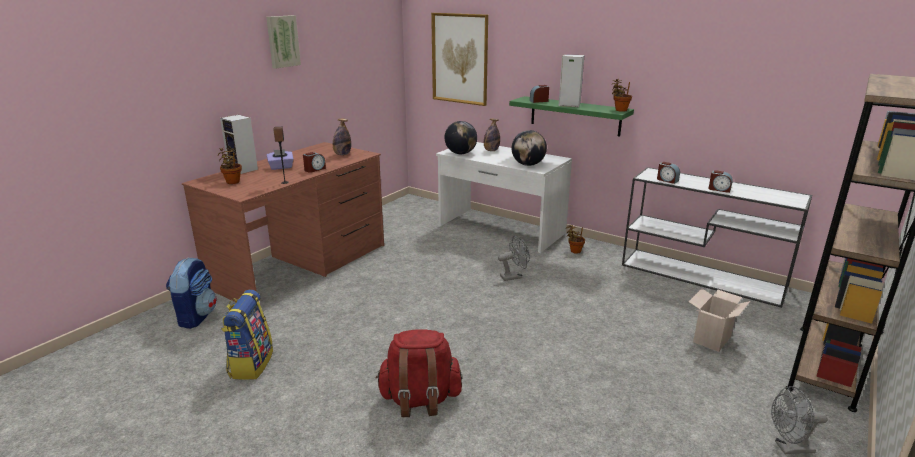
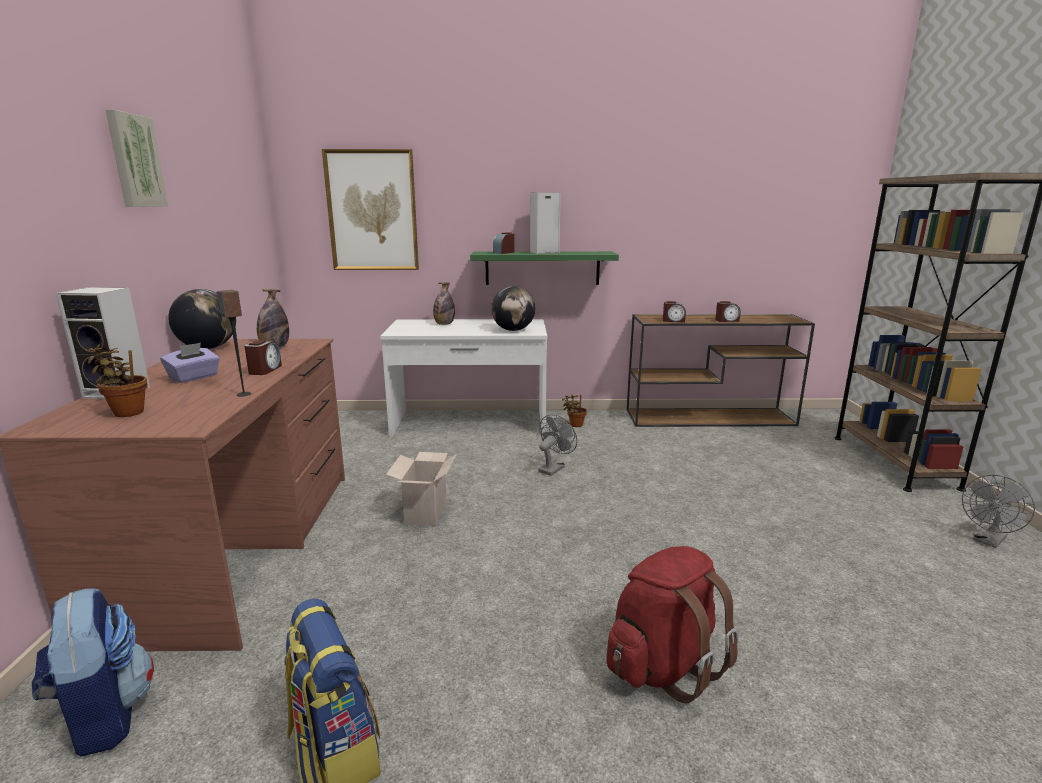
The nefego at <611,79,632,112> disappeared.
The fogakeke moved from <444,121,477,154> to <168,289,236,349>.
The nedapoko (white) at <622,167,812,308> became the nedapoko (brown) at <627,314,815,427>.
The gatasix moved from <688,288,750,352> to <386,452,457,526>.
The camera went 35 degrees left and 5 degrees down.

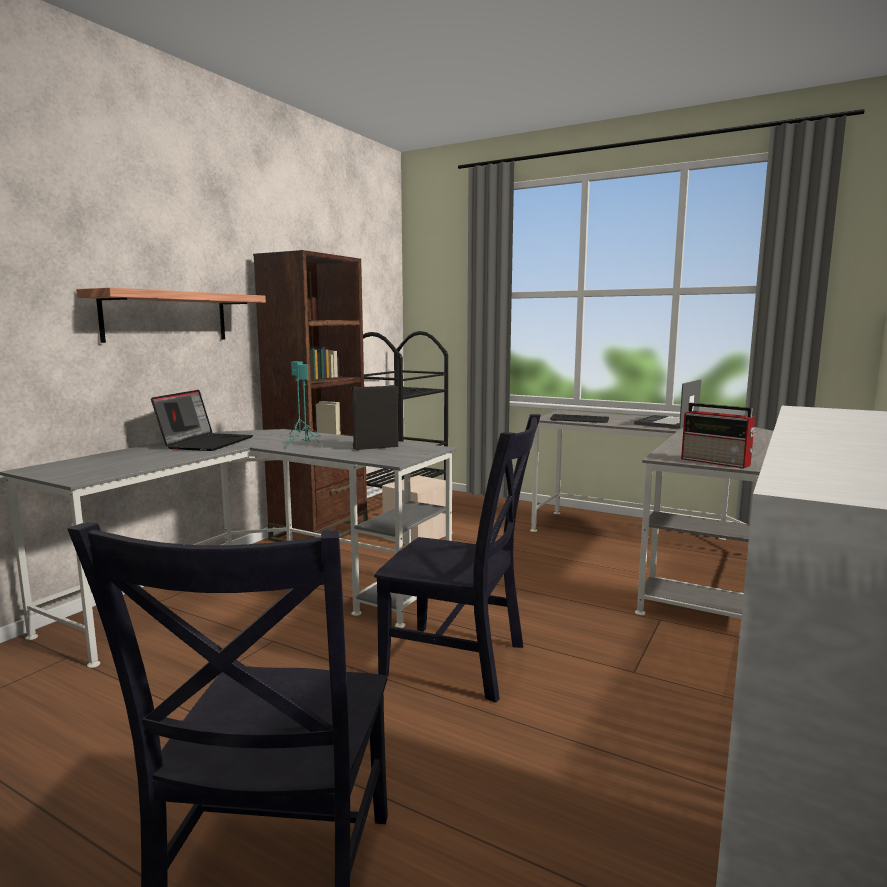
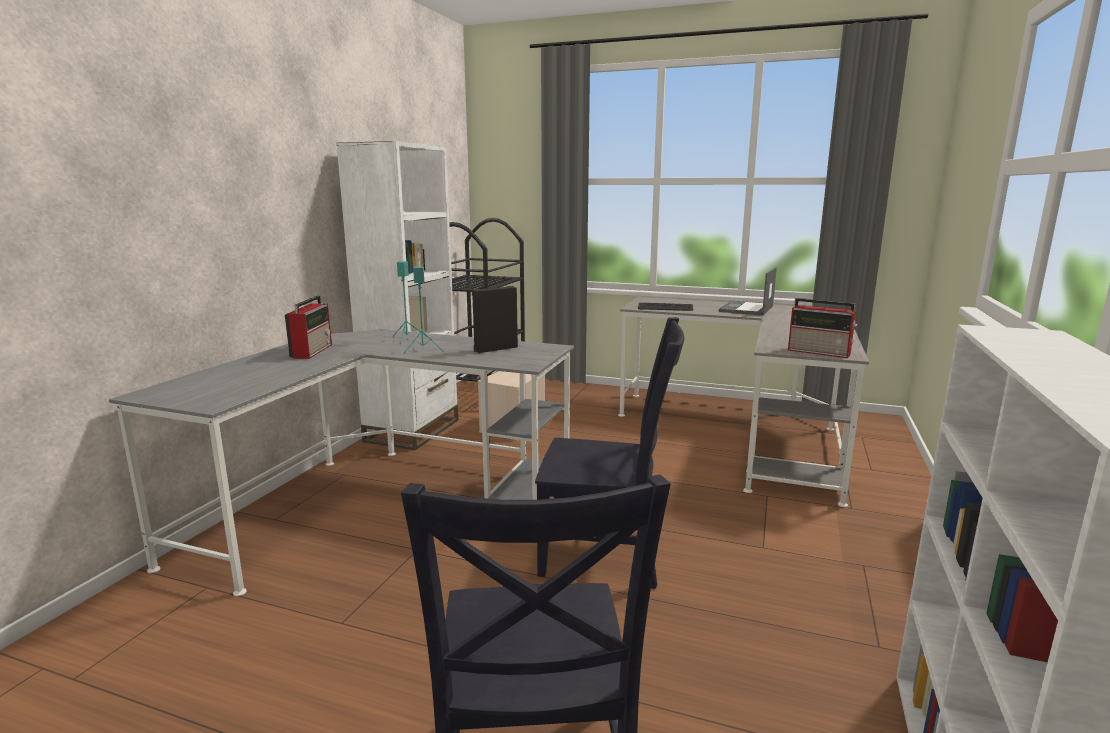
The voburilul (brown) at <253,250,368,542> became the voburilul (white) at <336,141,458,450>.
The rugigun at <76,287,266,343> disappeared.
The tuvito at <151,390,253,451> was replaced by the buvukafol at <285,295,332,359>.
The camera went 10 degrees left and 5 degrees up.

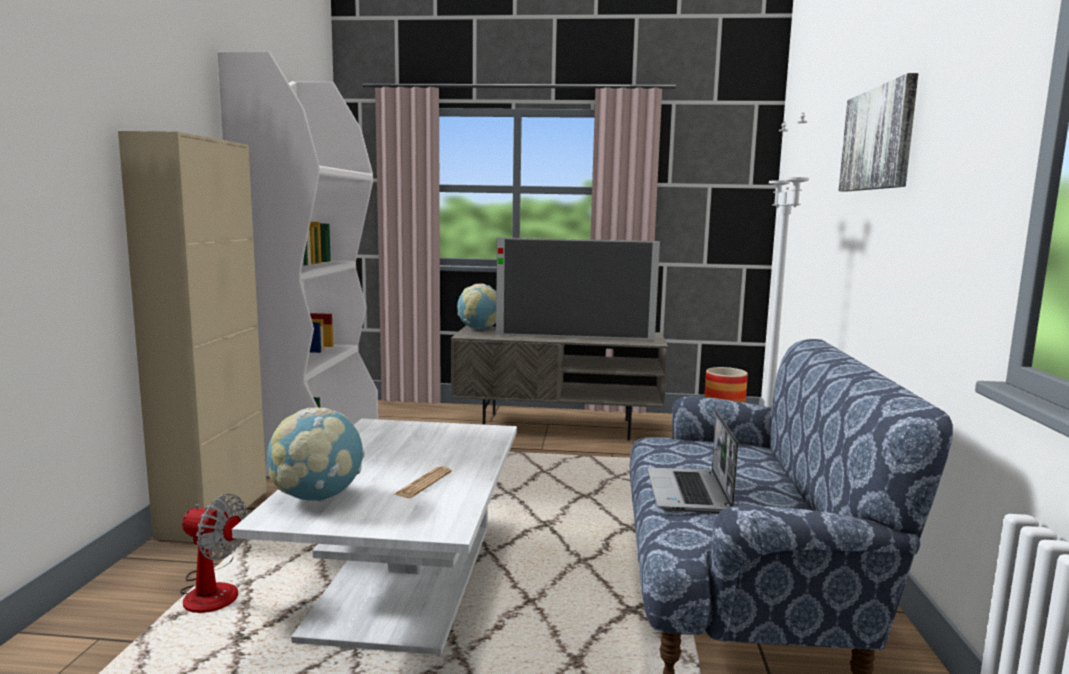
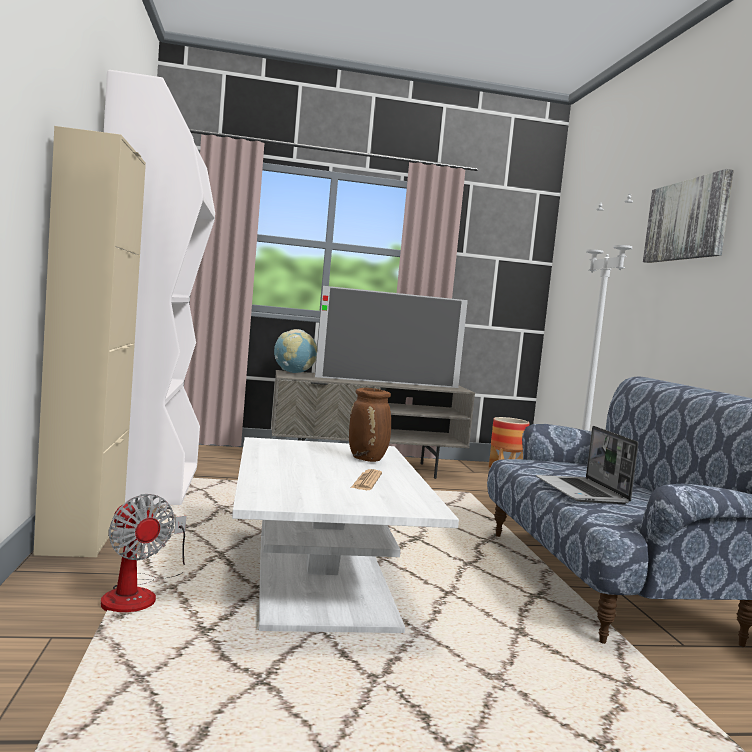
The fogakeke at <267,407,365,501> disappeared.
The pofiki at <180,494,248,613> turned 45 degrees clockwise.
The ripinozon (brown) at <349,388,391,462> appeared.
The camera went 15 degrees left and 5 degrees down.

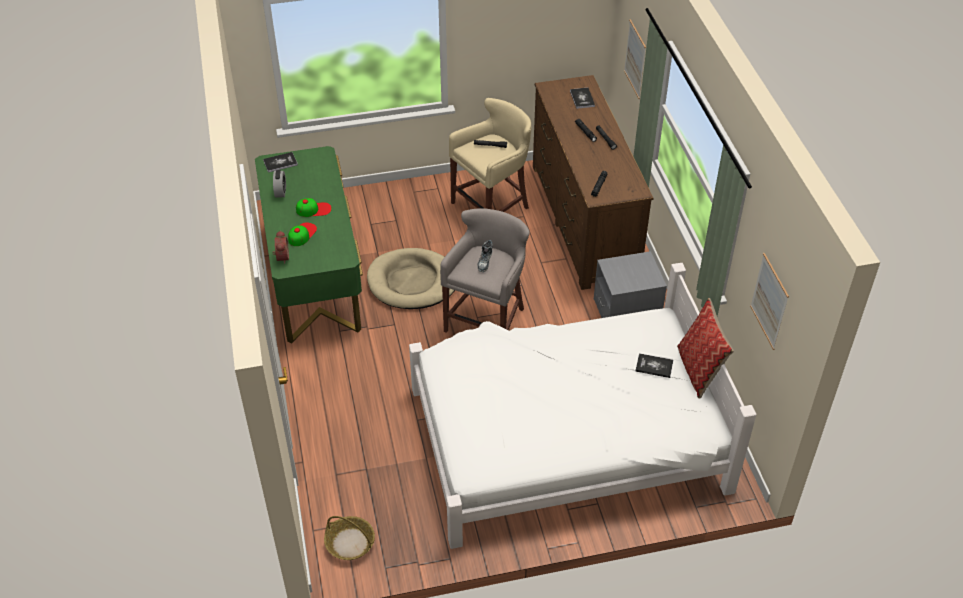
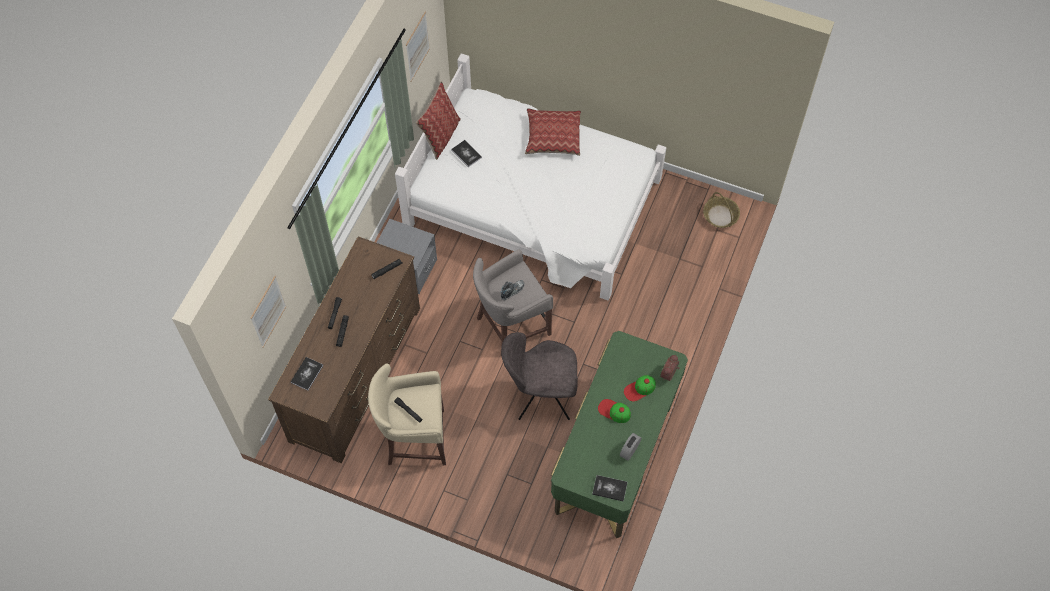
The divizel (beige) at <367,248,455,309> was replaced by the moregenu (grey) at <501,332,578,420>.
The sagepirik at <525,108,581,156> appeared.
The camera went 145 degrees left and 15 degrees up.

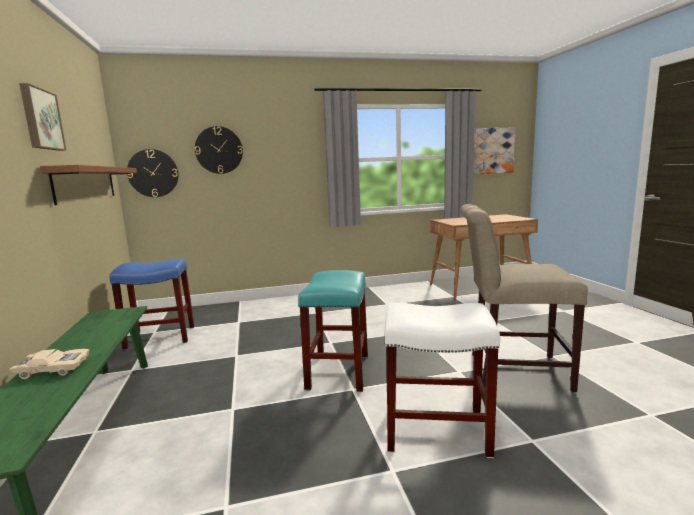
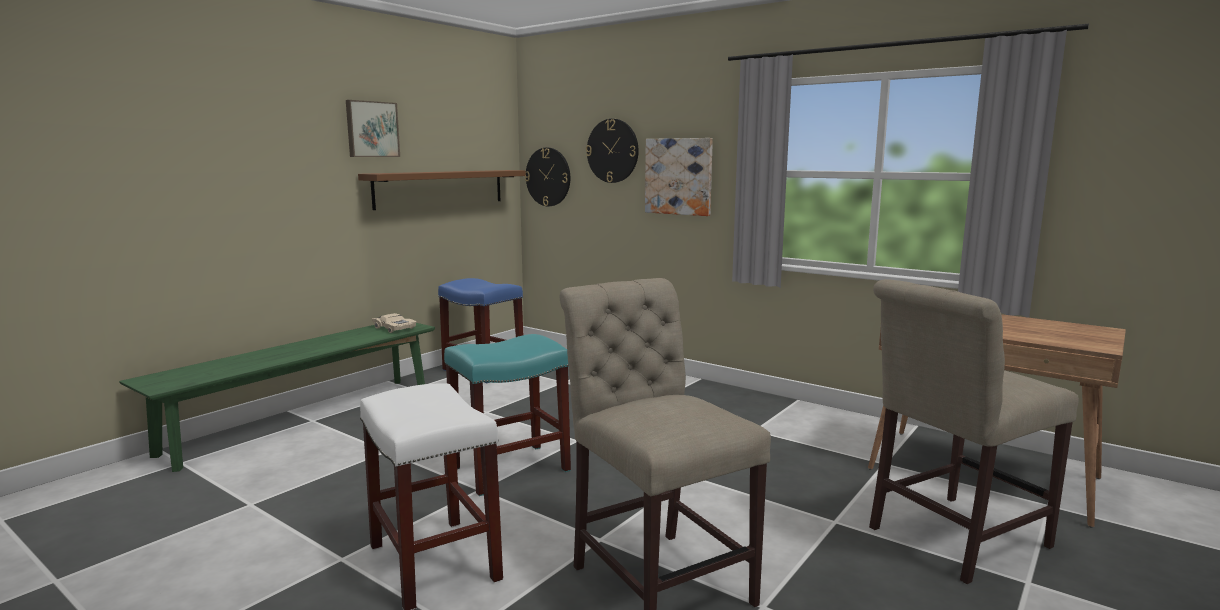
The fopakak moved from <473,128,516,174> to <645,138,713,216>.
The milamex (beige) moved from <9,349,89,379> to <372,313,416,333>.
The moregenu (beige) at <869,279,1079,584> appeared.
The camera went 50 degrees right and 0 degrees up.

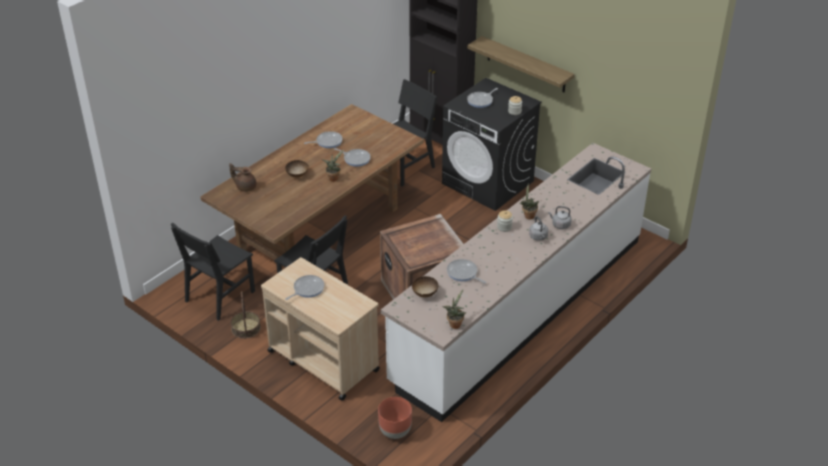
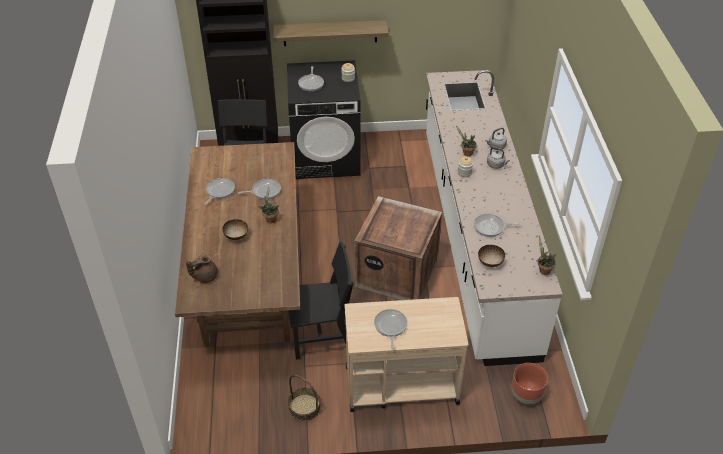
The moregenu (black) at <171,222,255,321> disappeared.
The camera went 45 degrees left and 5 degrees up.

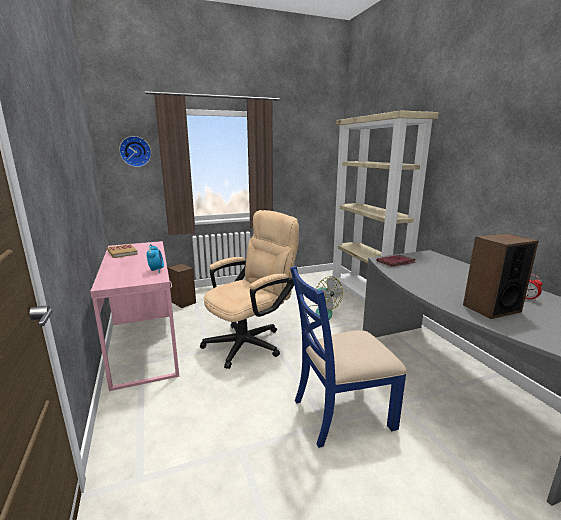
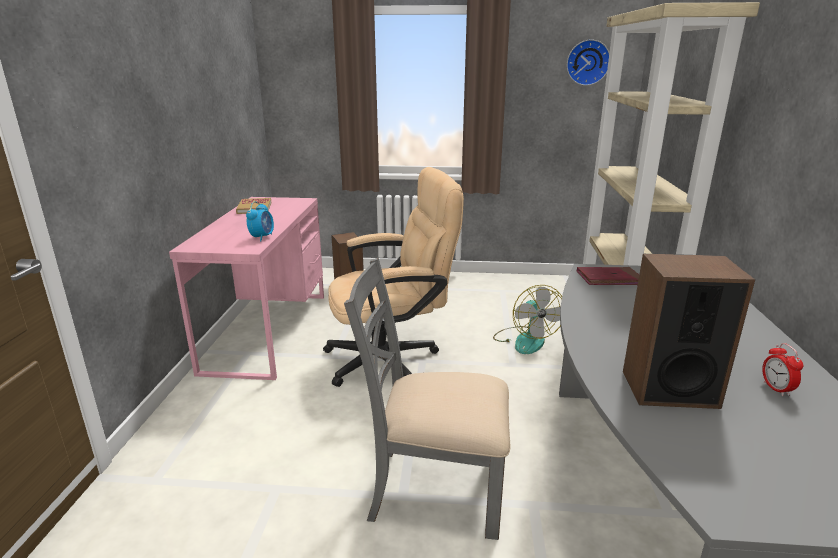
The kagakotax moved from <119,136,151,167> to <567,39,609,86>.
The moregenu (blue) at <290,266,407,448> became the moregenu (grey) at <344,258,510,540>.
The camera went 25 degrees right and 5 degrees up.

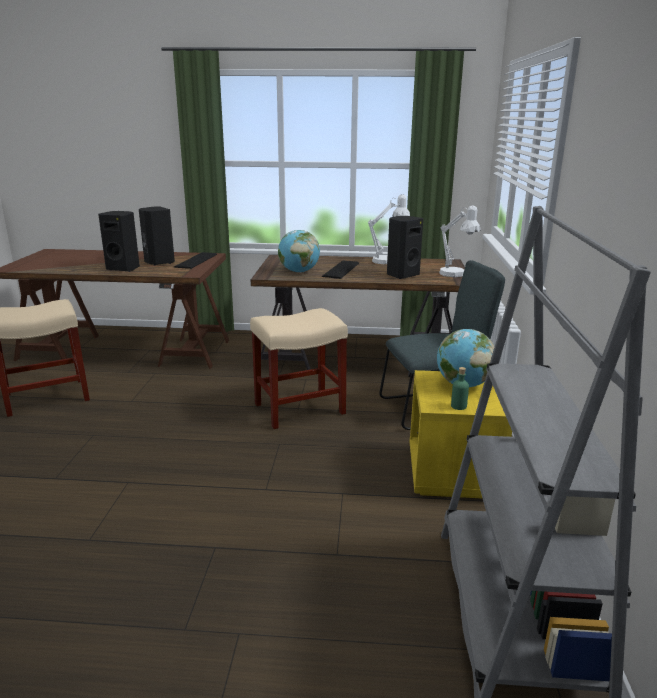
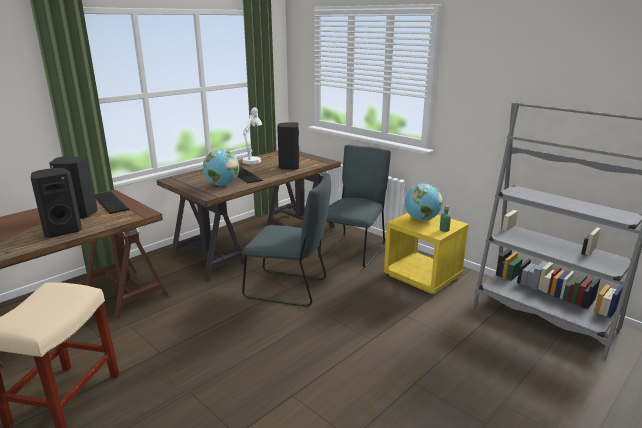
The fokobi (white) at <439,205,481,277> disappeared.
The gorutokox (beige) at <250,308,348,429> was replaced by the moregenu (grey) at <242,173,331,307>.
The camera went 50 degrees left and 0 degrees up.

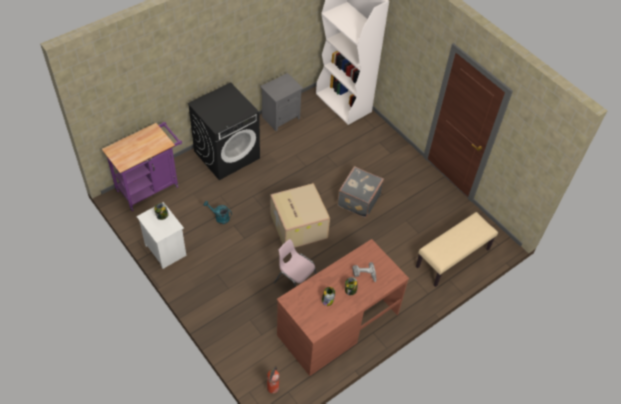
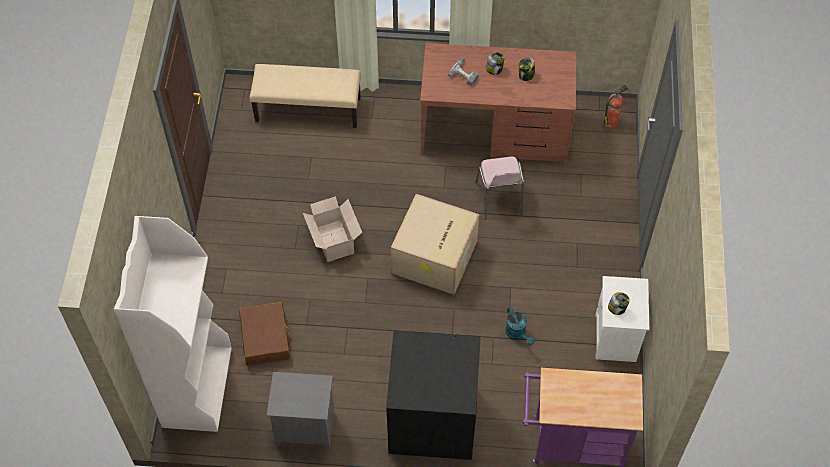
The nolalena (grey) at <337,166,384,218> was replaced by the gatasix at <303,196,362,262>.
The nolalena (brown) at <239,302,290,365> appeared.
The camera went 135 degrees left and 5 degrees up.

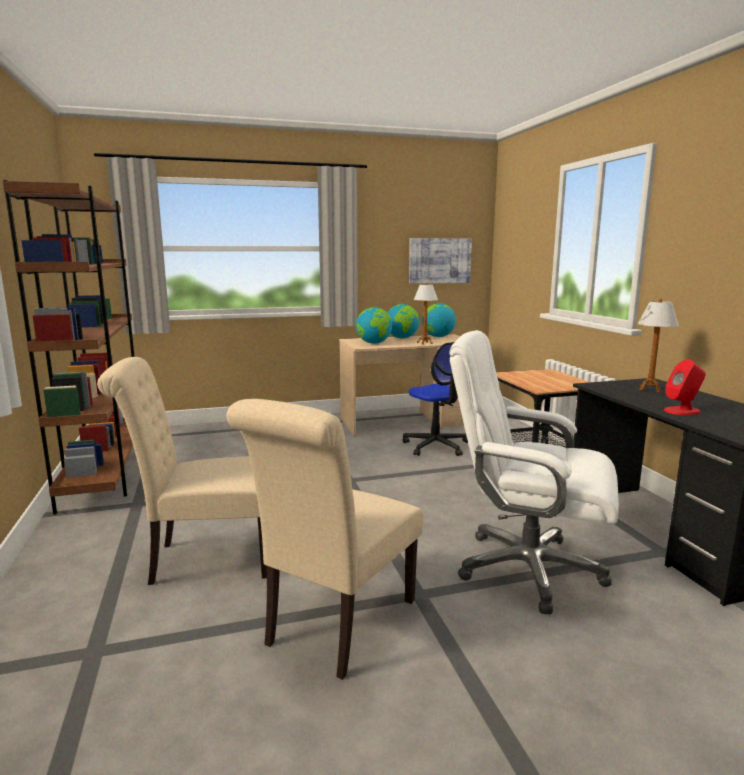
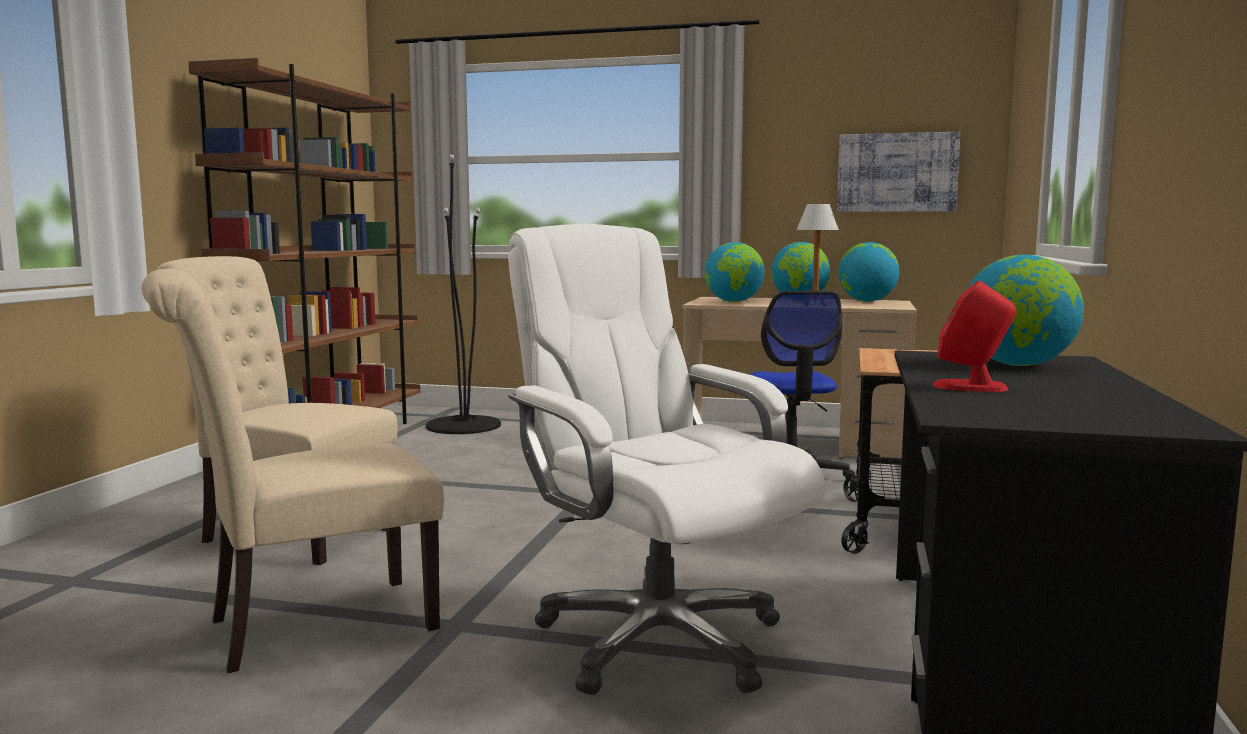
The fokobi at <638,299,679,393> was replaced by the fogakeke at <968,255,1084,366>.
The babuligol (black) at <426,154,501,434> appeared.
The camera went 30 degrees right and 5 degrees down.

